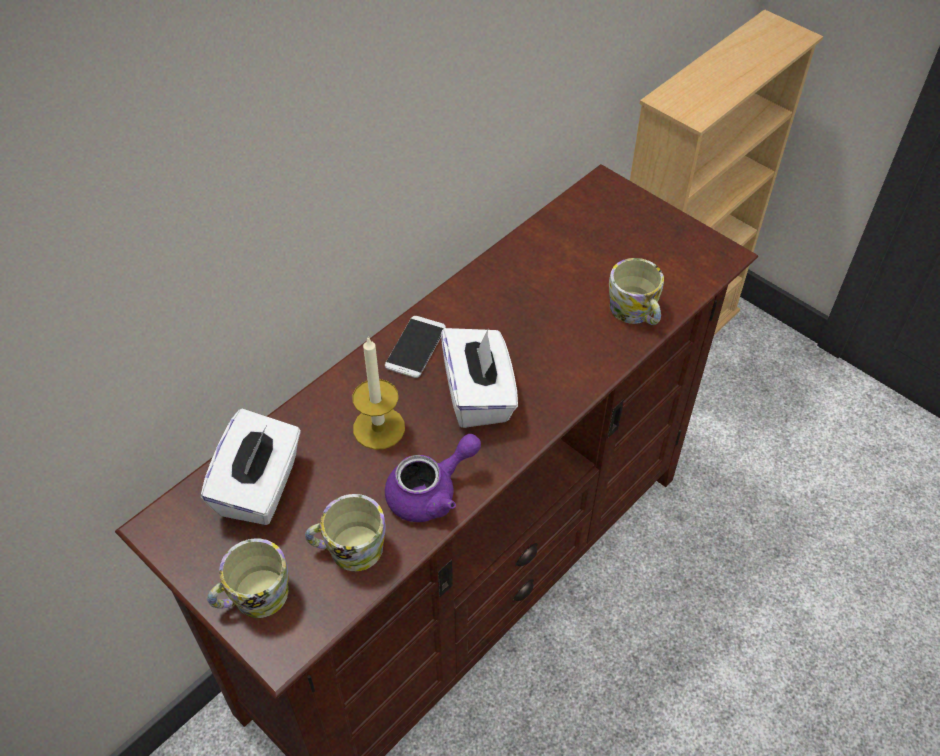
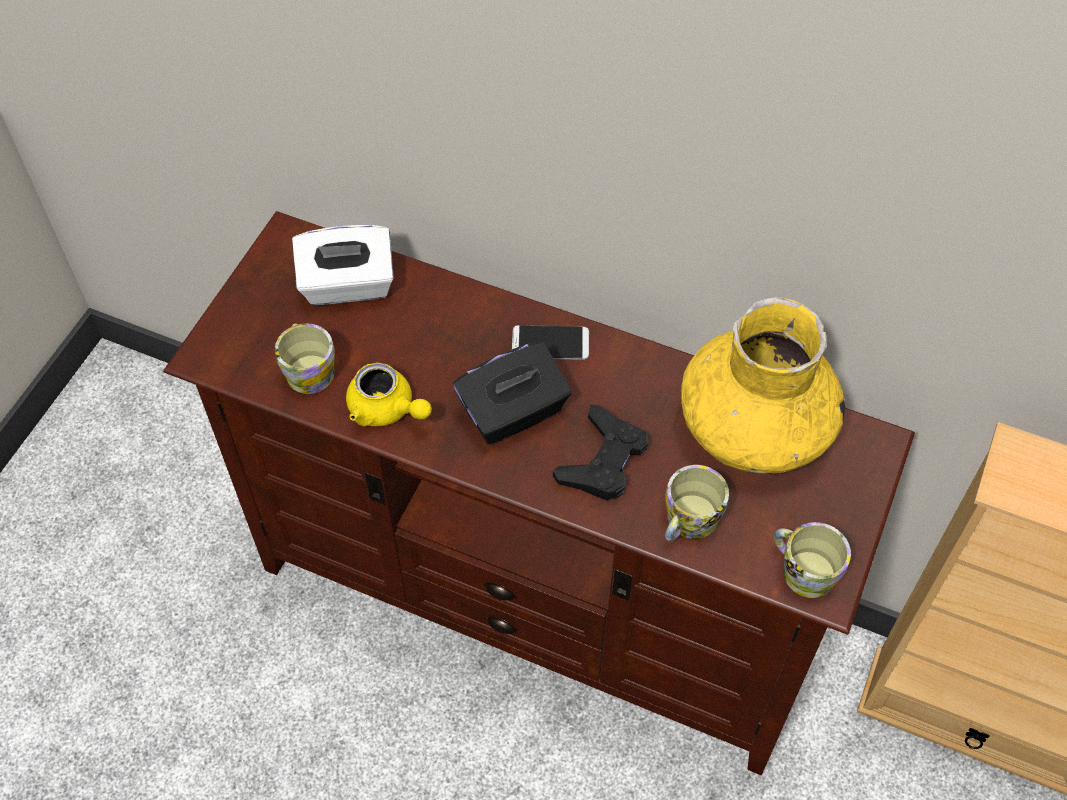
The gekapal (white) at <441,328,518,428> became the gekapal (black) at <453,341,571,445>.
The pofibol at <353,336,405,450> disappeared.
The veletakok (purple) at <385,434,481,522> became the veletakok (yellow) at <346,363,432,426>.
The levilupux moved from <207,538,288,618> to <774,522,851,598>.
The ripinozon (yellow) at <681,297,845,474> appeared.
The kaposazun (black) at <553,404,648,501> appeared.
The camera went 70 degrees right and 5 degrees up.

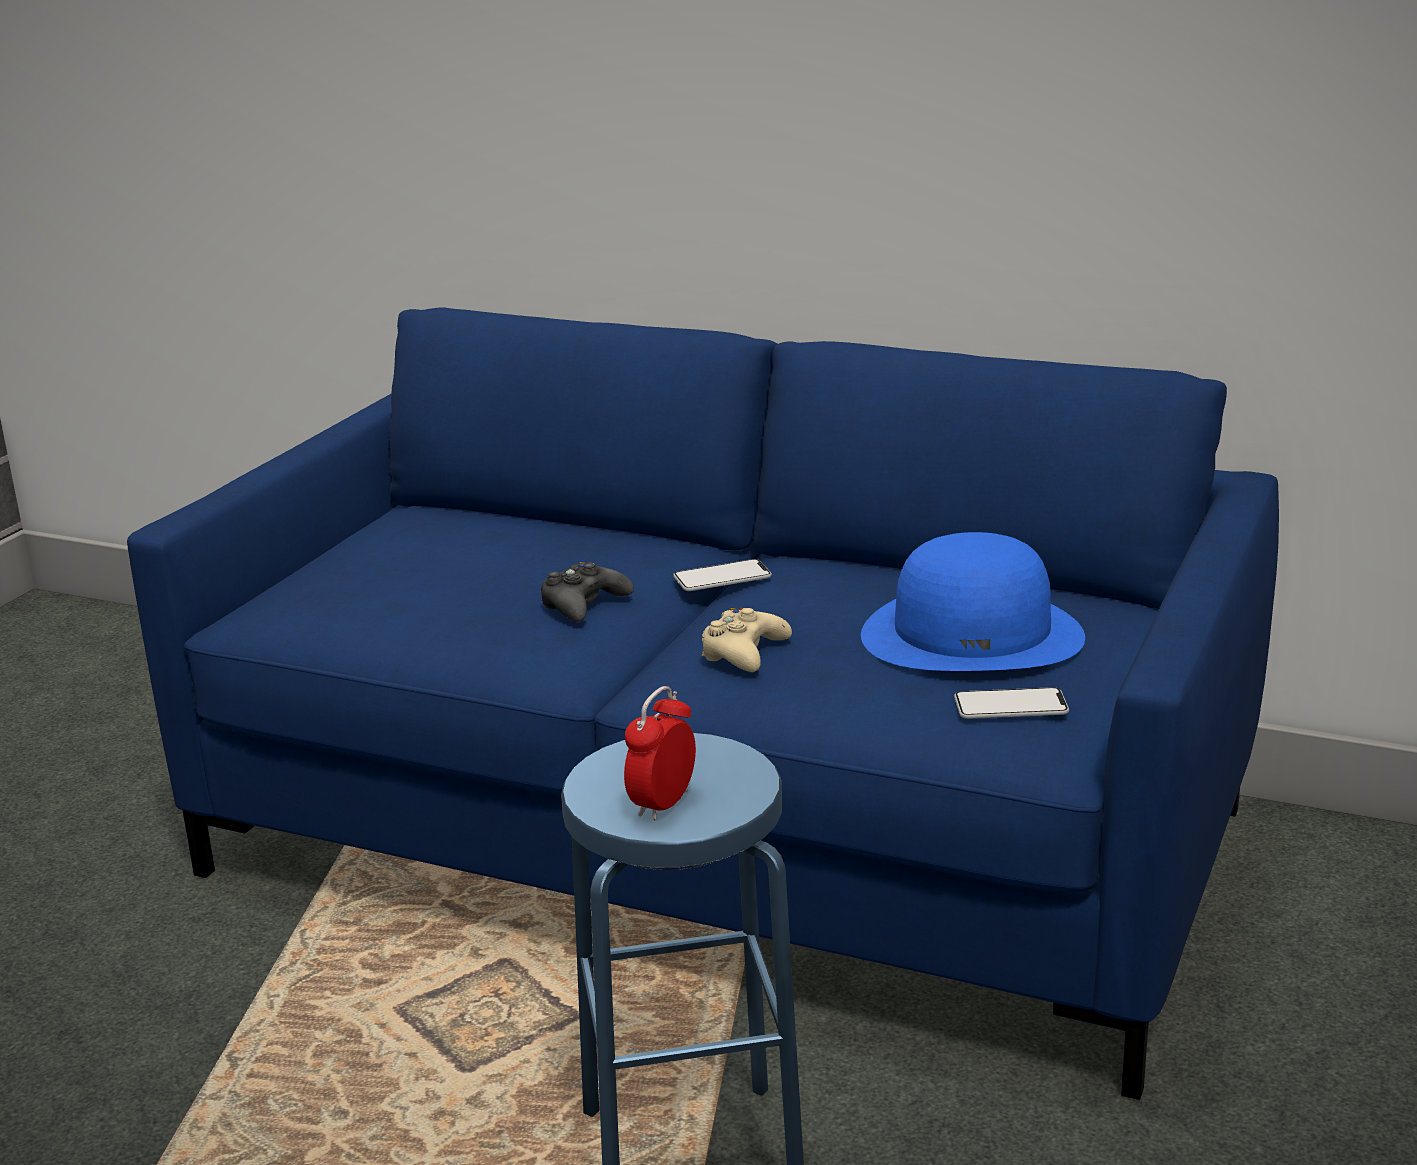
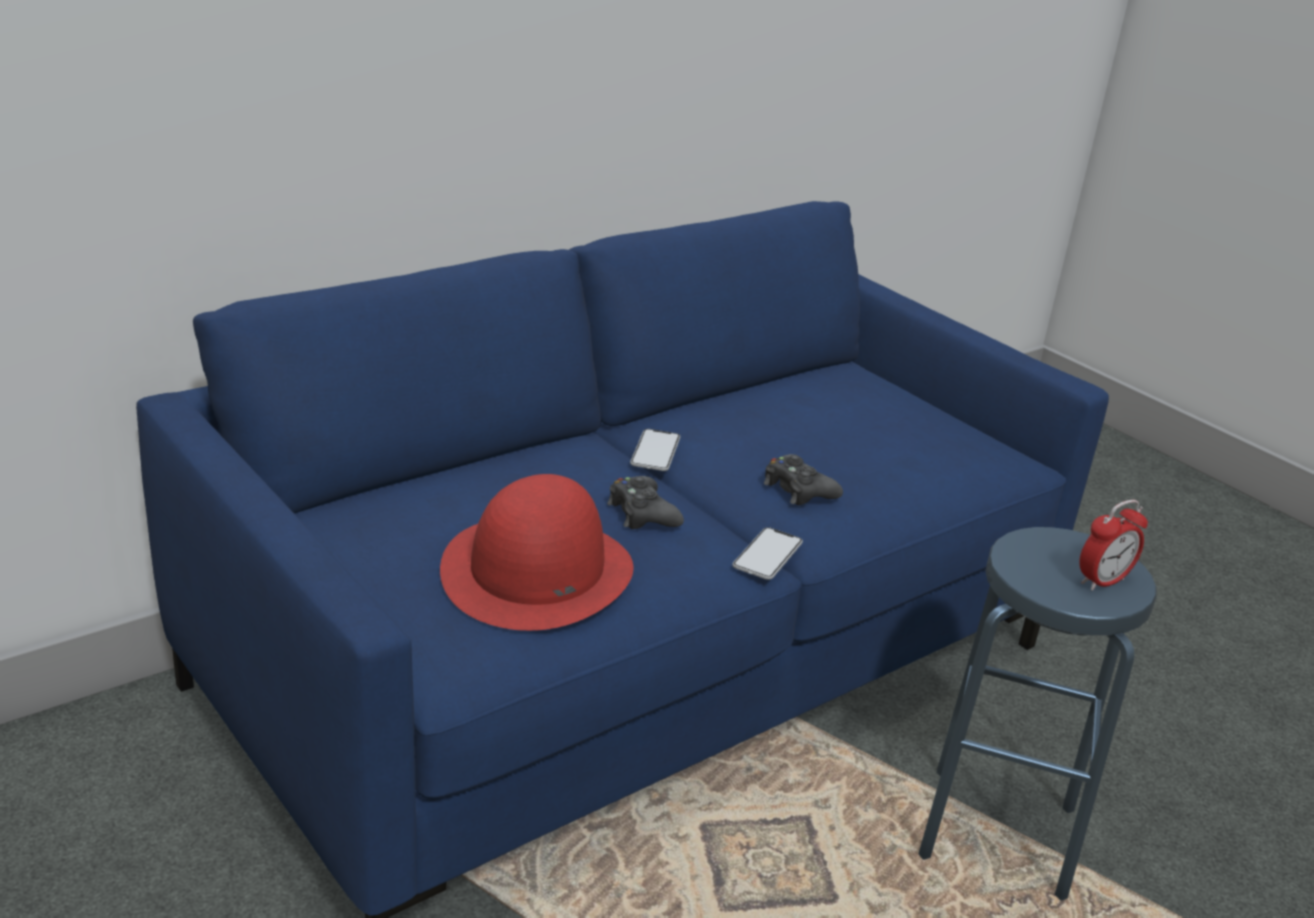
The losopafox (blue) at <861,532,1085,671> disappeared.
The kaposazun (beige) at <701,608,792,672> became the kaposazun (black) at <764,454,843,505>.
The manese at <624,686,696,820> turned 90 degrees counterclockwise.
The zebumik moved from <954,687,1069,719> to <732,527,803,580>.
The losopafox (red) at <440,474,634,631> appeared.
The camera went 65 degrees left and 5 degrees up.

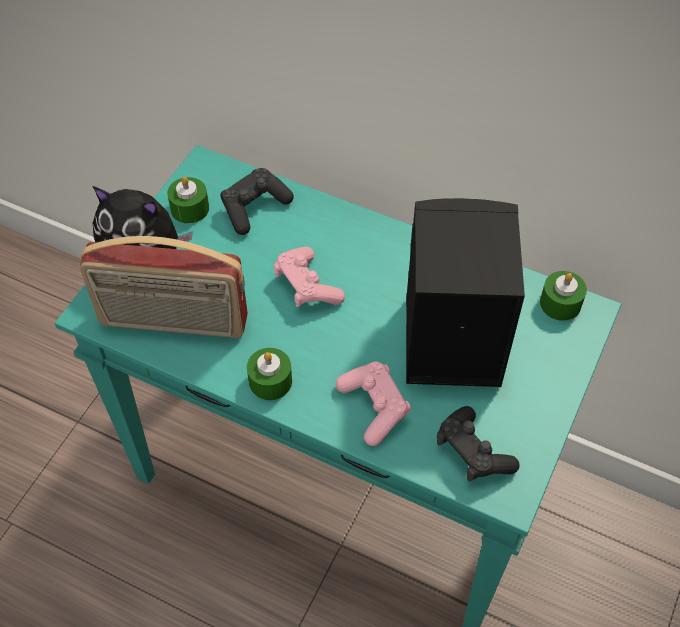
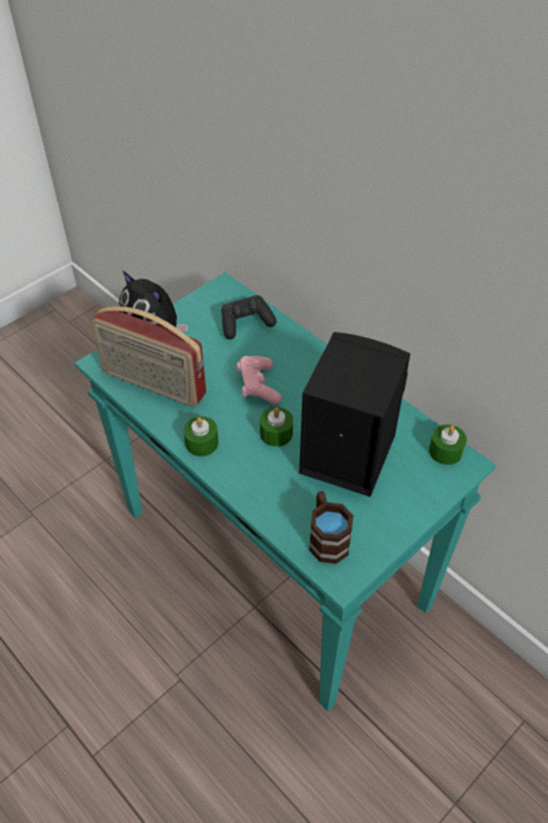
The pofibol (green) moved from <167,176,209,223> to <260,407,293,447>.
The kaposazun (pink) at <336,362,411,446> disappeared.
The kaposazun (black) at <437,406,520,481> was replaced by the levilupux (brown) at <309,491,353,564>.
The camera went 20 degrees right and 5 degrees down.

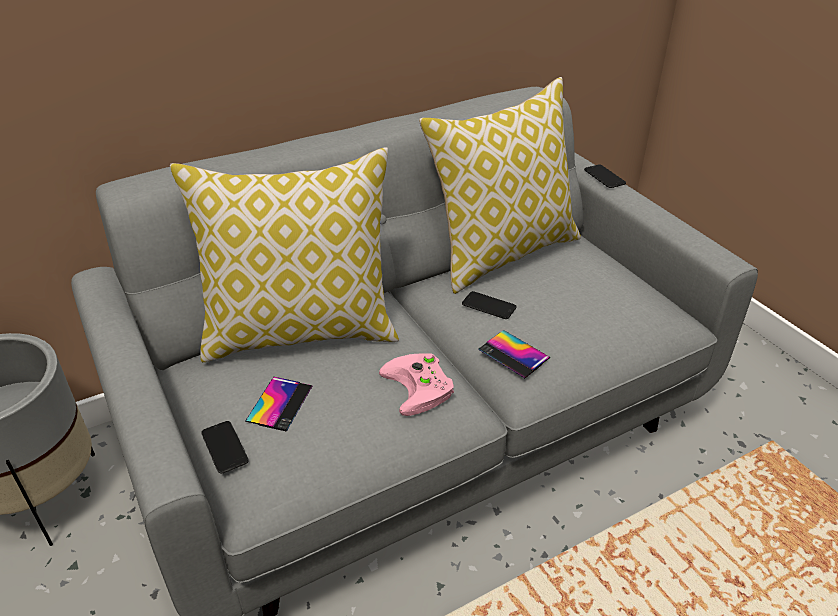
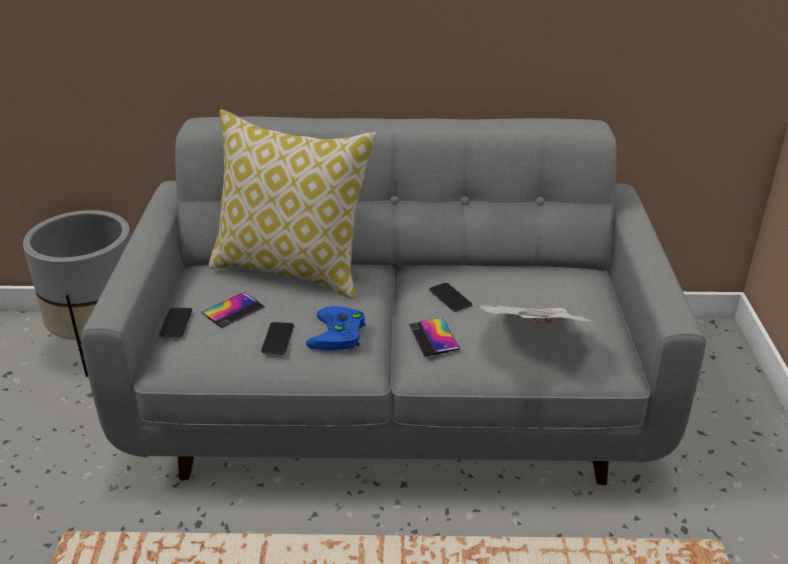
The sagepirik at <419,77,581,294> disappeared.
The zebumik moved from <584,164,626,188> to <261,322,294,354>.
The kaposazun (pink) at <379,353,454,416> became the kaposazun (blue) at <306,306,366,351>.
The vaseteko at <480,305,591,324> appeared.
The camera went 30 degrees right and 5 degrees down.

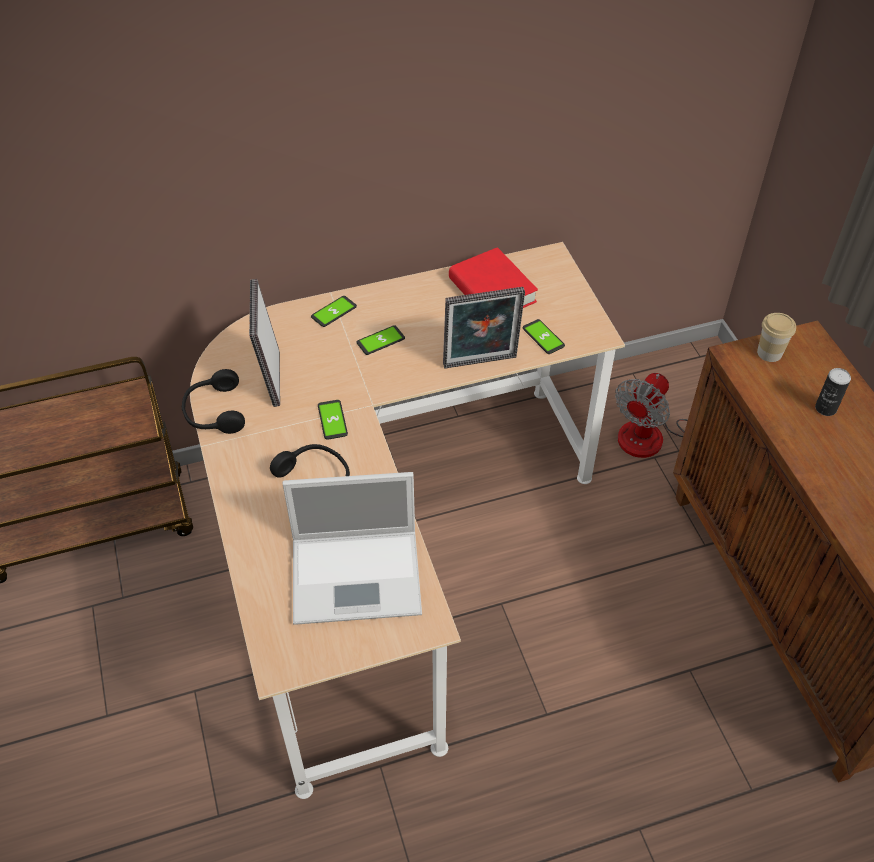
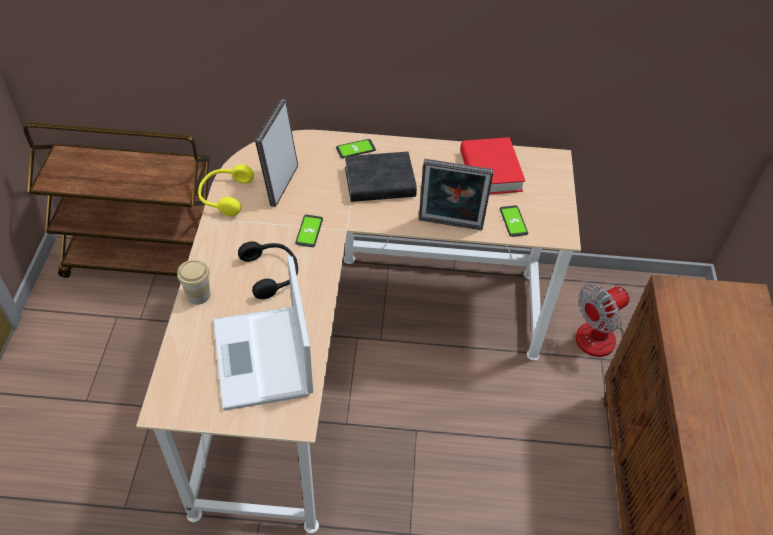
The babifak moved from <757,313,796,362> to <177,259,210,305>.
The zebumik at <357,325,405,355> was replaced by the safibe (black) at <345,152,417,202>.
The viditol at <815,368,851,416> disappeared.
The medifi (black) at <181,369,245,434> became the medifi (yellow) at <198,164,254,216>.
The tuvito at <283,472,422,625> turned 60 degrees clockwise.
The camera went 20 degrees right and 0 degrees up.

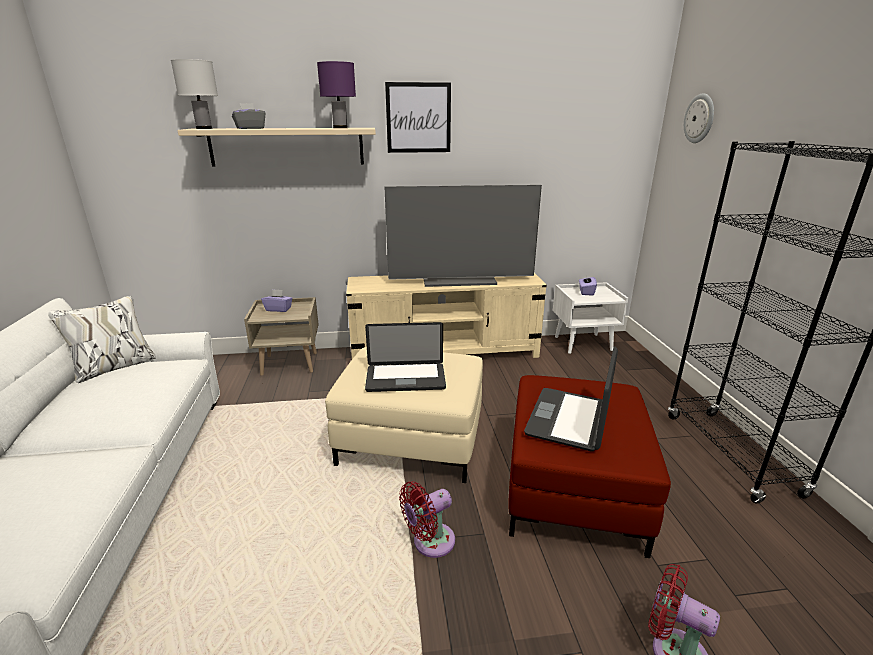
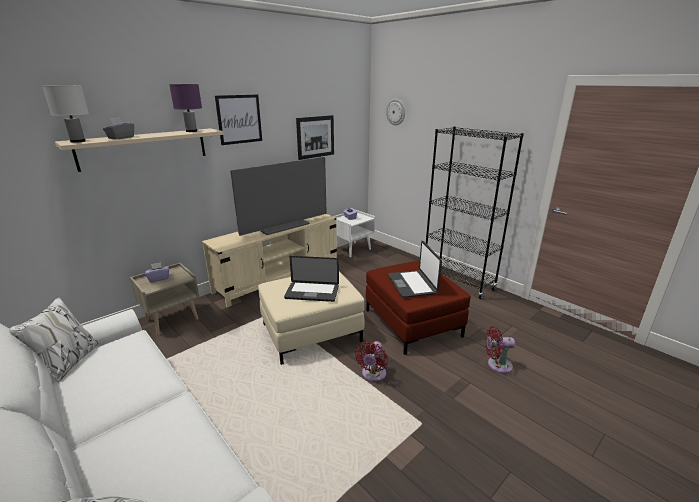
The tuvito at <365,322,446,392> turned 45 degrees clockwise.
The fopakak at <296,115,334,160> appeared.
The camera went 35 degrees left and 0 degrees up.

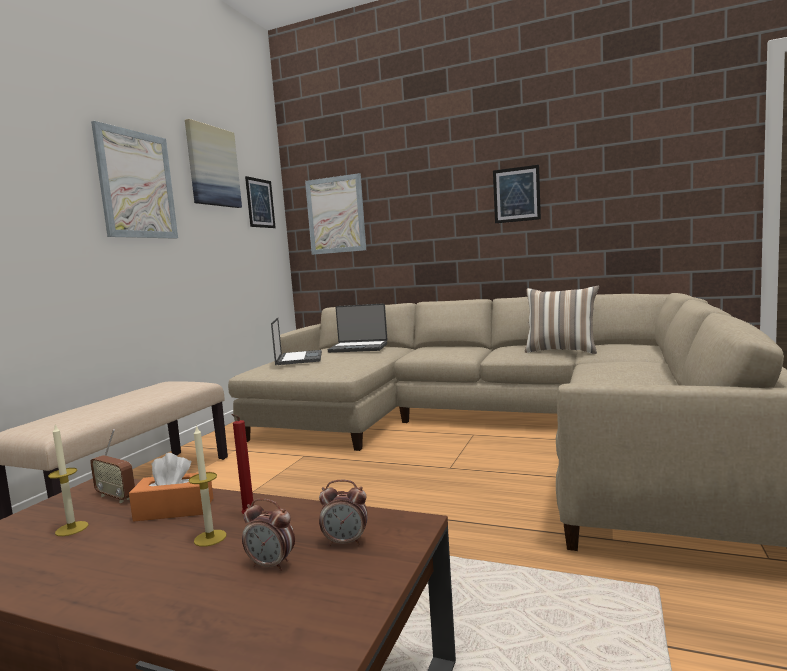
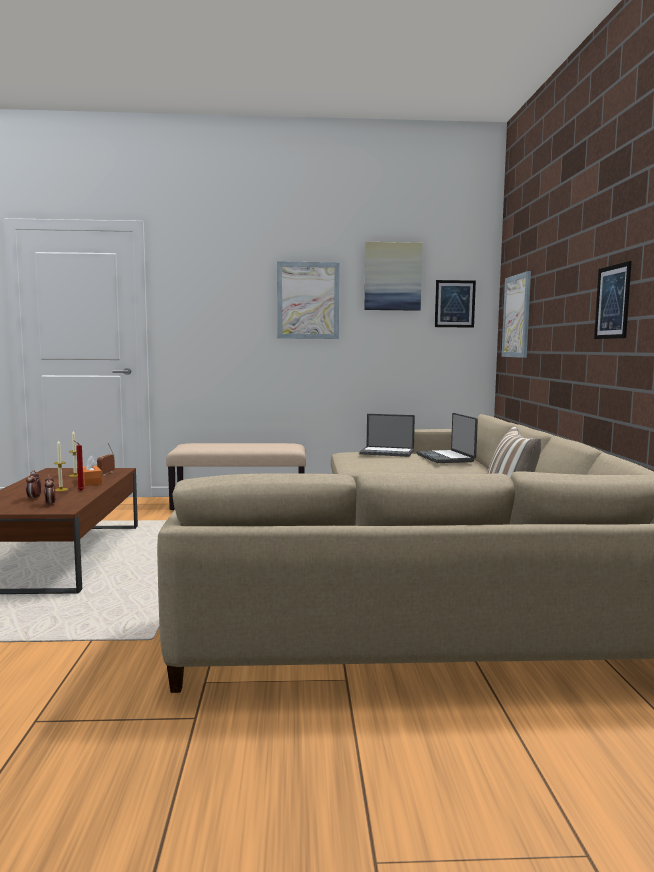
The tuvito at <271,318,322,365> turned 45 degrees clockwise.
The camera went 65 degrees right and 0 degrees up.

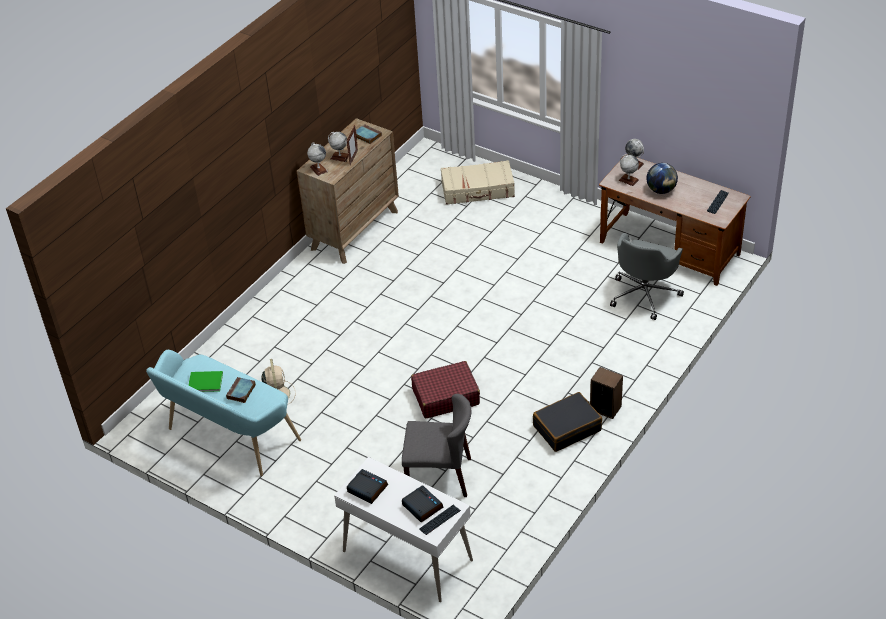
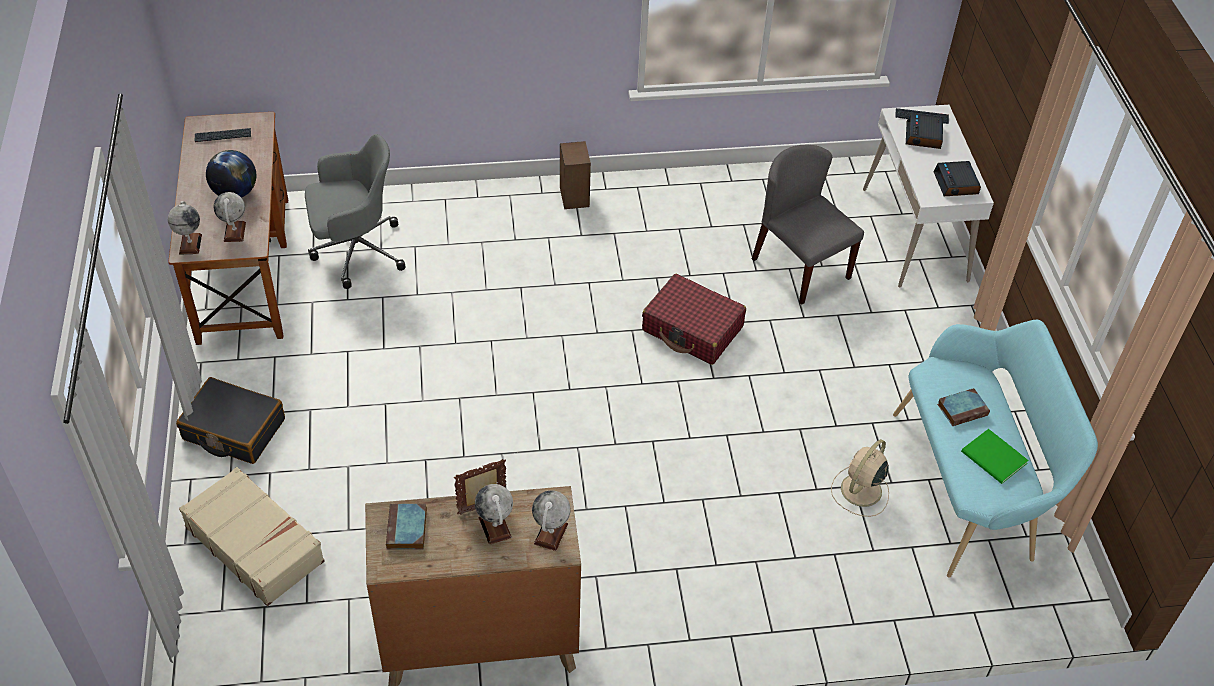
The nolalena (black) moved from <533,392,602,452> to <176,377,285,464>.
The camera went 135 degrees left and 5 degrees up.

